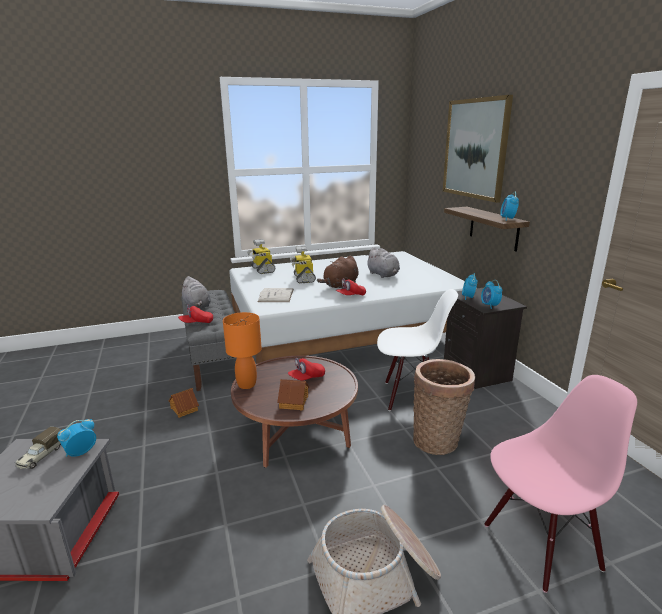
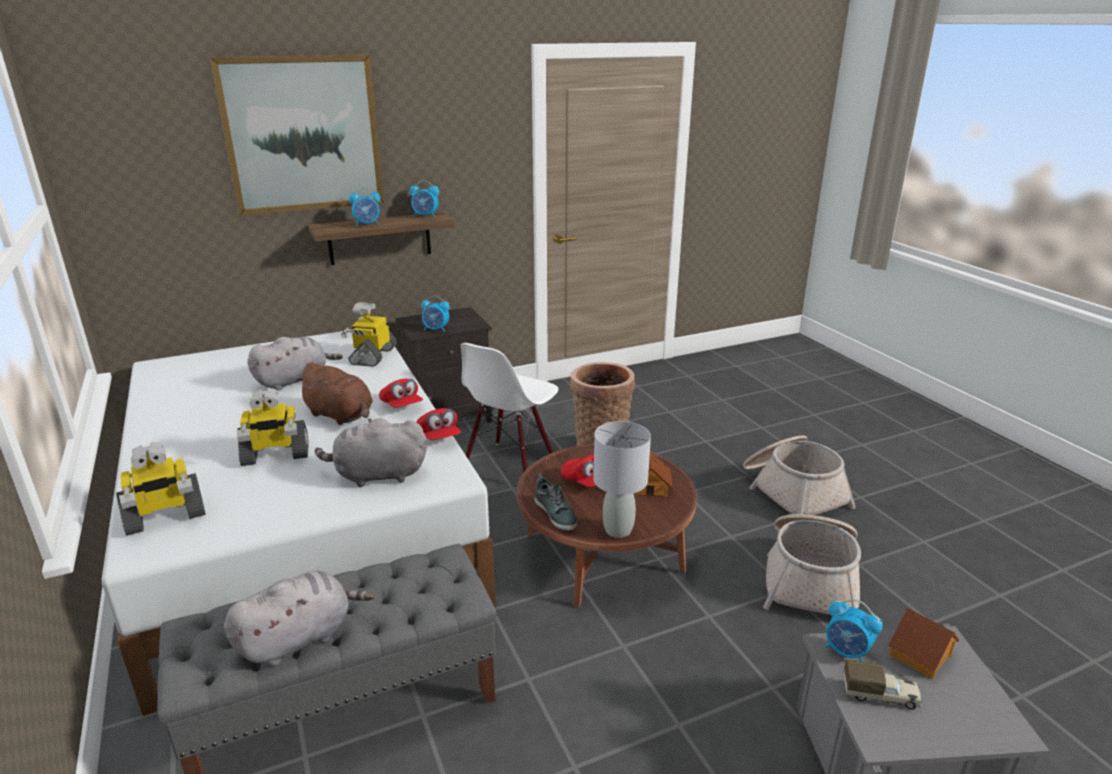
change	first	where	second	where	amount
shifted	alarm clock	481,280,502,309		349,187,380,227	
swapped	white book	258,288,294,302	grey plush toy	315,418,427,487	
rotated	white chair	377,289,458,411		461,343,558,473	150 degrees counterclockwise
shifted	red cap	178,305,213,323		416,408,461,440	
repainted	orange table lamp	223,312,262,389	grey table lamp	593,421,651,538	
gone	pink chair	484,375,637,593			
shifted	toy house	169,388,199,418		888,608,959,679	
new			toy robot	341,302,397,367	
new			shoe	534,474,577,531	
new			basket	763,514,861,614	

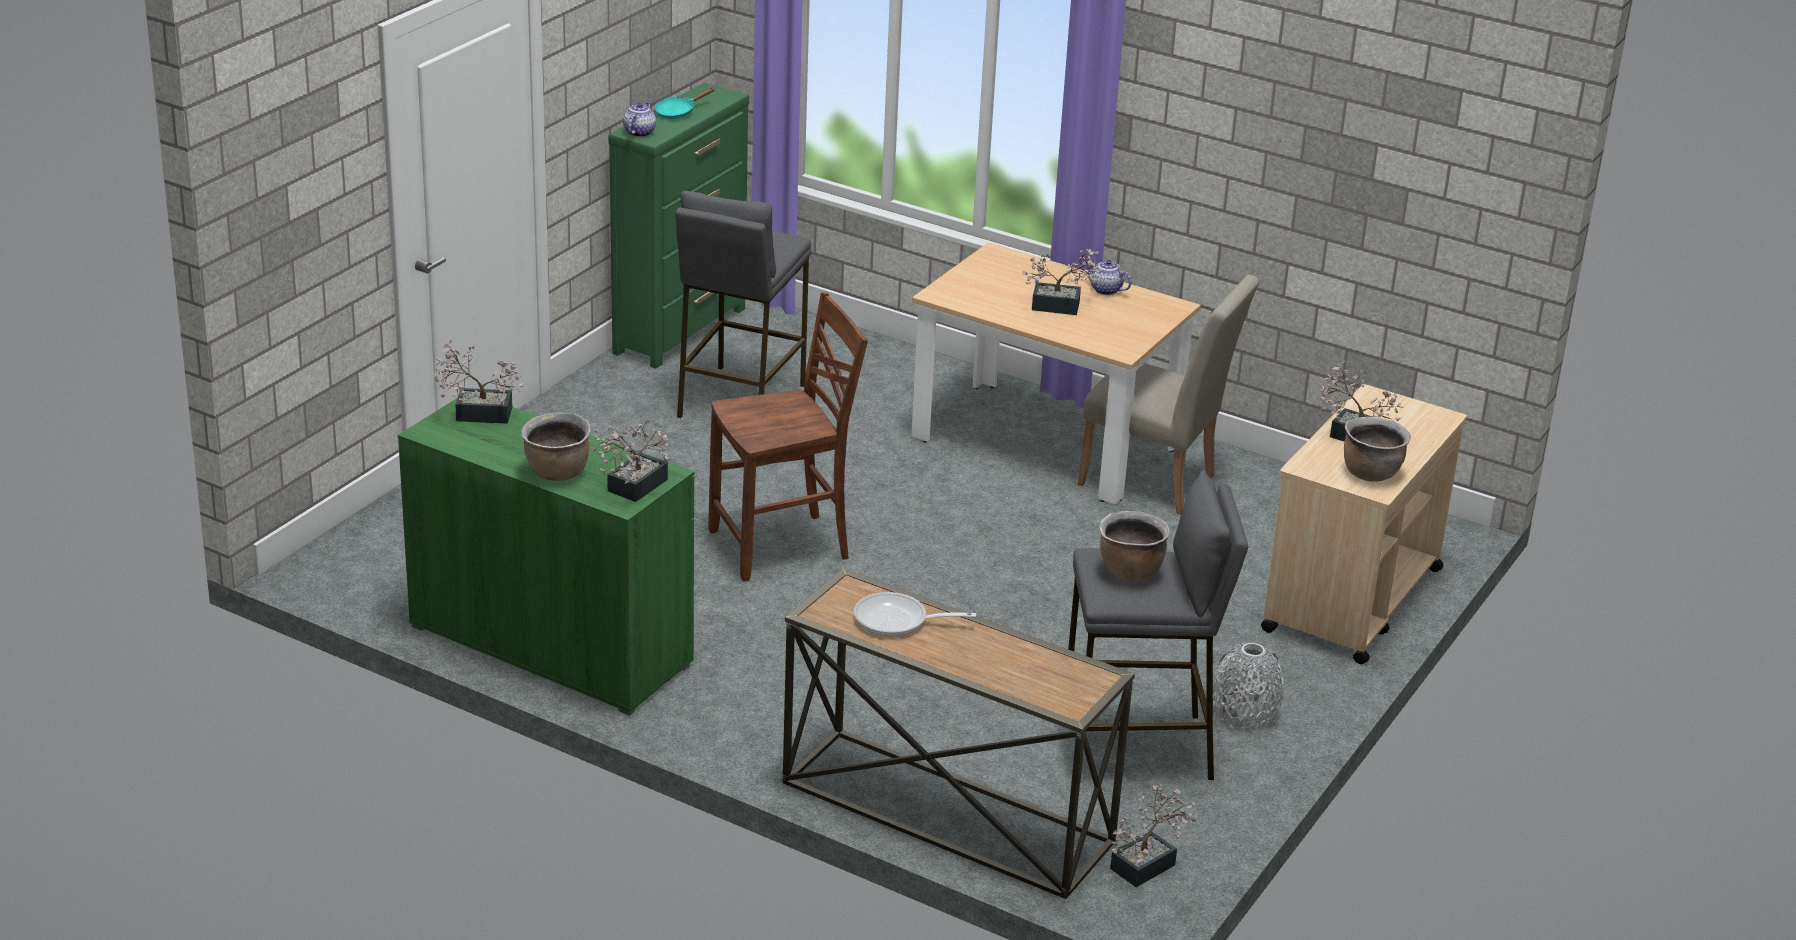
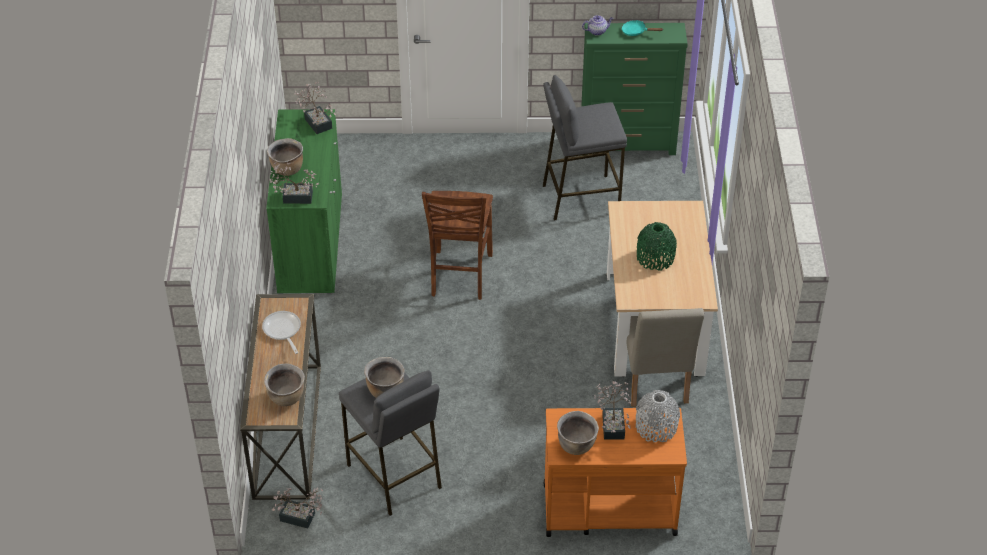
change	first	where	second	where	amount
swapped	potted plant	1022,249,1101,315	green vase	637,222,677,271	
gone	teapot	1085,260,1132,295			
rotated	brown chair	708,292,868,582		422,191,493,300	60 degrees clockwise
repainted	beige cart	1261,384,1467,664	orange cart	544,408,687,537	
shifted	grey vase	1213,642,1284,730		636,390,680,442	
new			brown cooking pot	264,363,305,406	

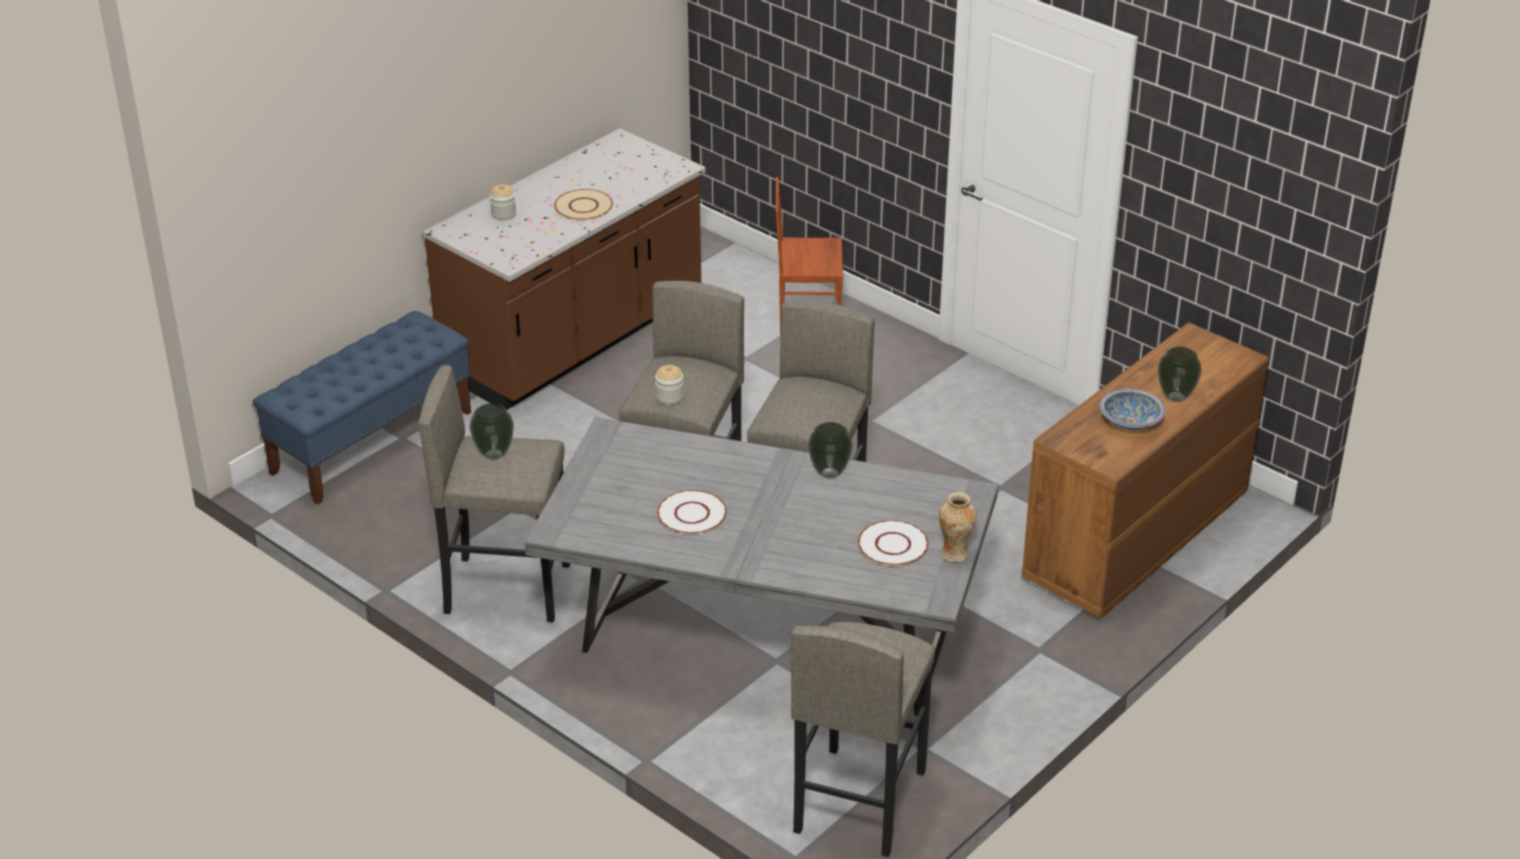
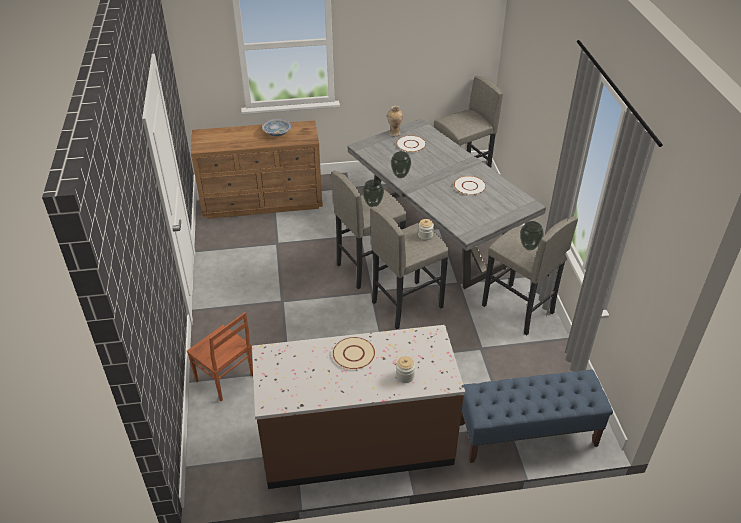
change	first	where	second	where	amount
shifted	vase	1158,347,1202,402		362,179,384,207	

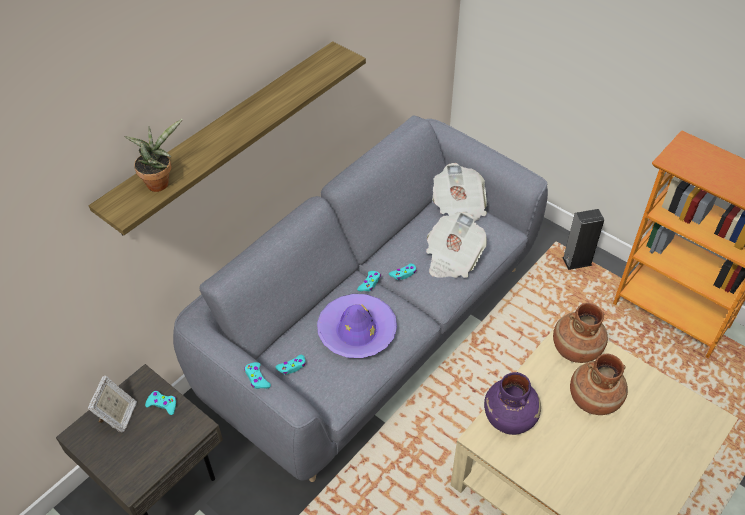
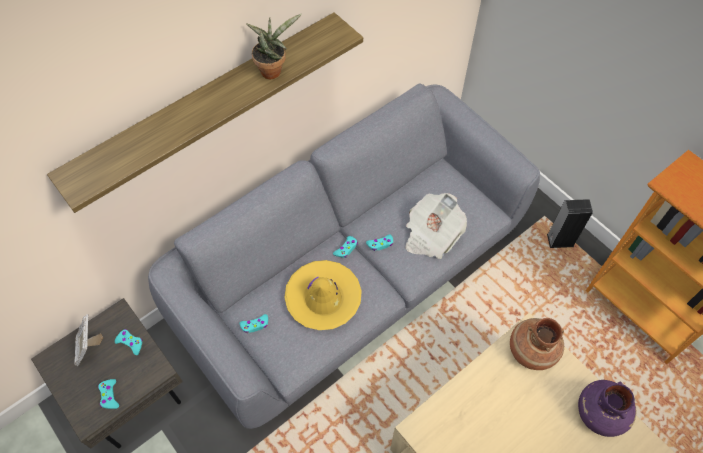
change	first	where	second	where	amount
shifted	potted plant	125,119,183,192		246,14,302,79	
gone	newspaper	432,163,487,221			
repainted	purple hat	317,294,397,358	yellow hat	284,260,362,330	
gone	brown vase	570,354,628,415			
shifted	turquoise game controller	244,362,271,389		98,379,119,409	
shifted	purple vase	484,372,541,435		578,380,636,437	
rotated	picture frame	88,375,137,433		74,314,103,366	150 degrees clockwise

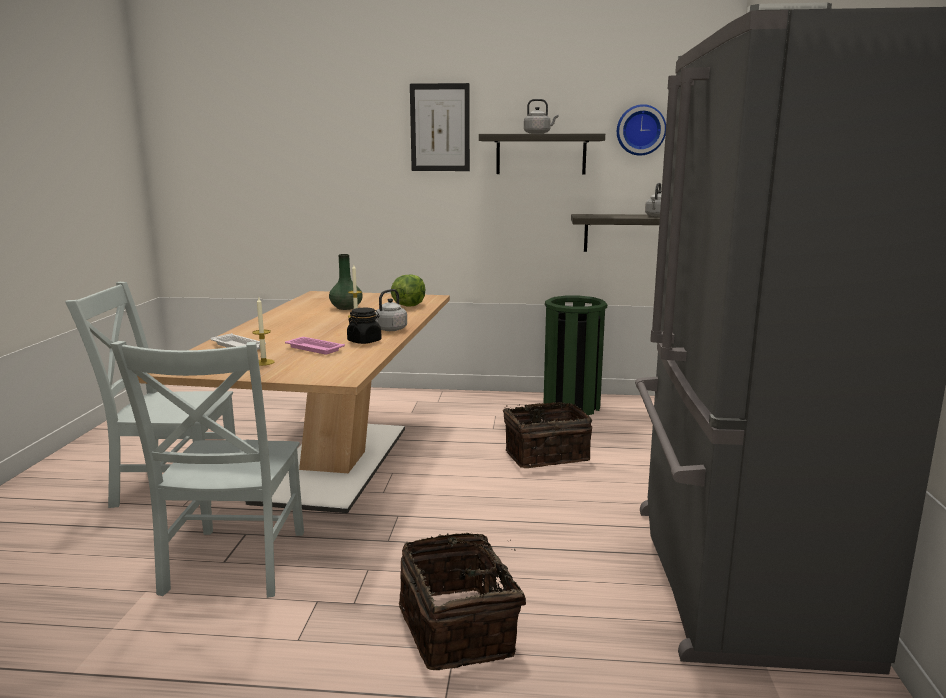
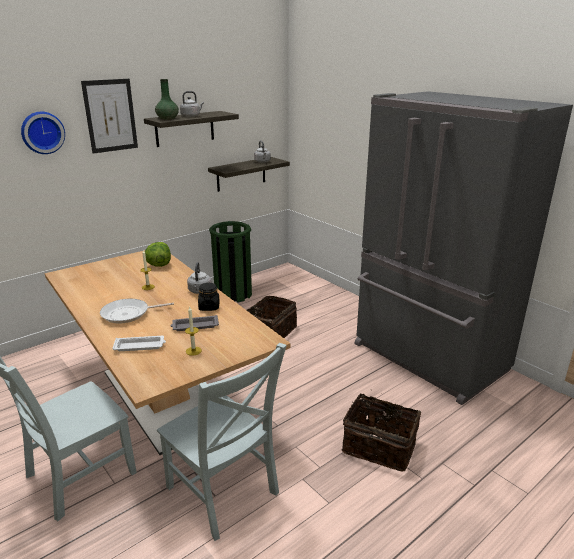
change	first	where	second	where	amount
shifted	wall clock	617,104,666,156		21,112,65,154	
shifted	green vase	329,254,363,310		155,79,179,120	
repainted	pink tray	285,337,345,354	grey tray	170,315,219,331	
new			frying pan	100,299,174,324	

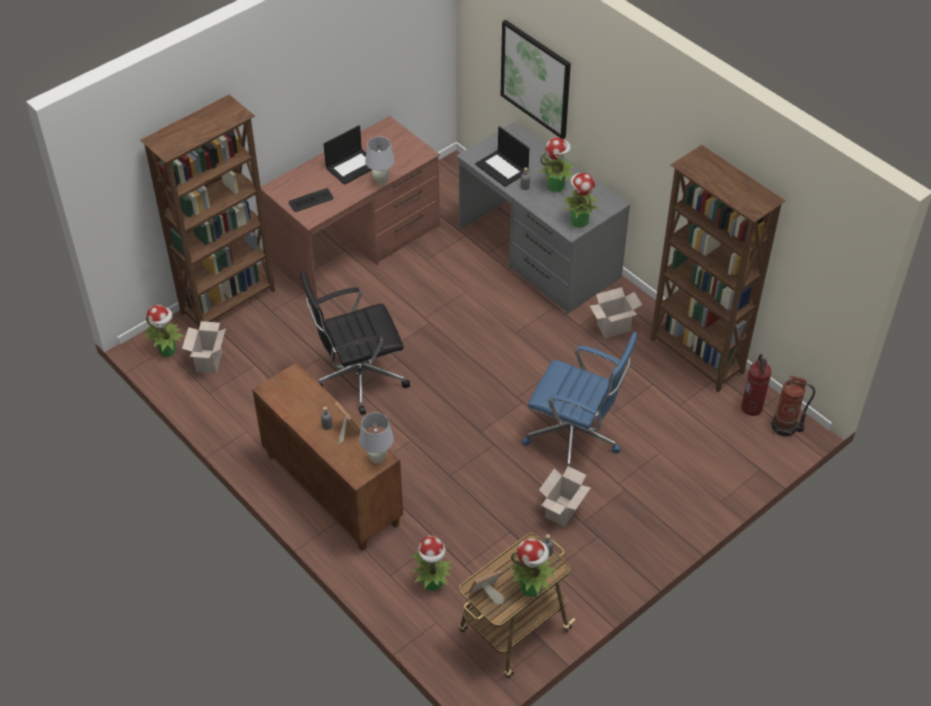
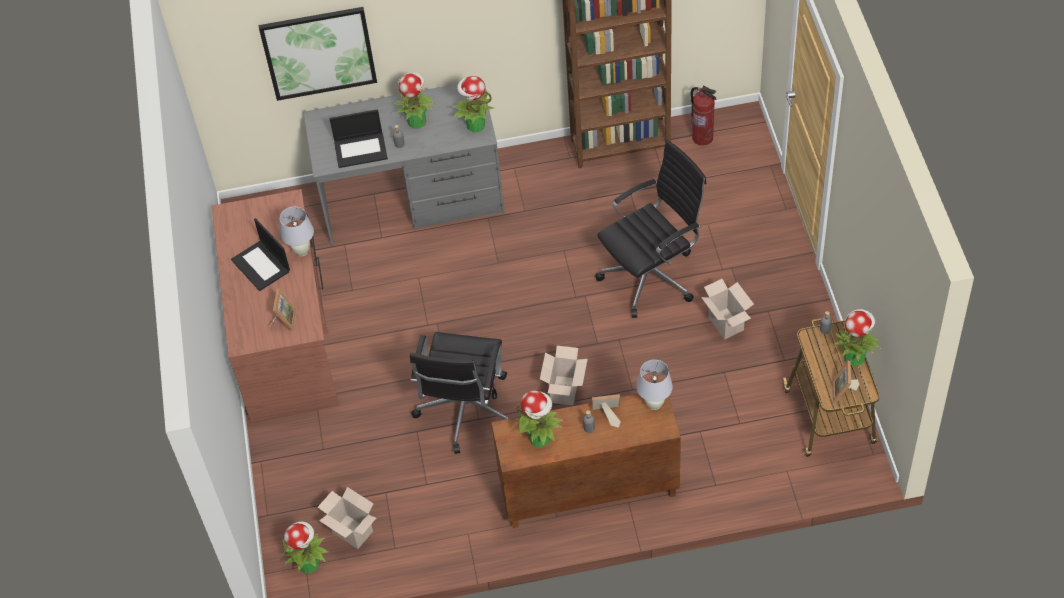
change	first	where	second	where	amount
gone	brown bookcase	140,95,275,327			
rotated	laptop	323,125,372,185		231,218,290,291	150 degrees clockwise
swapped	keyboard	289,188,333,212	picture frame	268,289,297,331	
shifted	cardboard box	590,287,642,338		540,346,588,405	
repainted	blue office chair	521,332,637,469	black office chair	595,140,707,318	
gone	fire extinguisher	771,376,815,437			
shifted	potted plant	411,536,452,591		516,391,563,447	

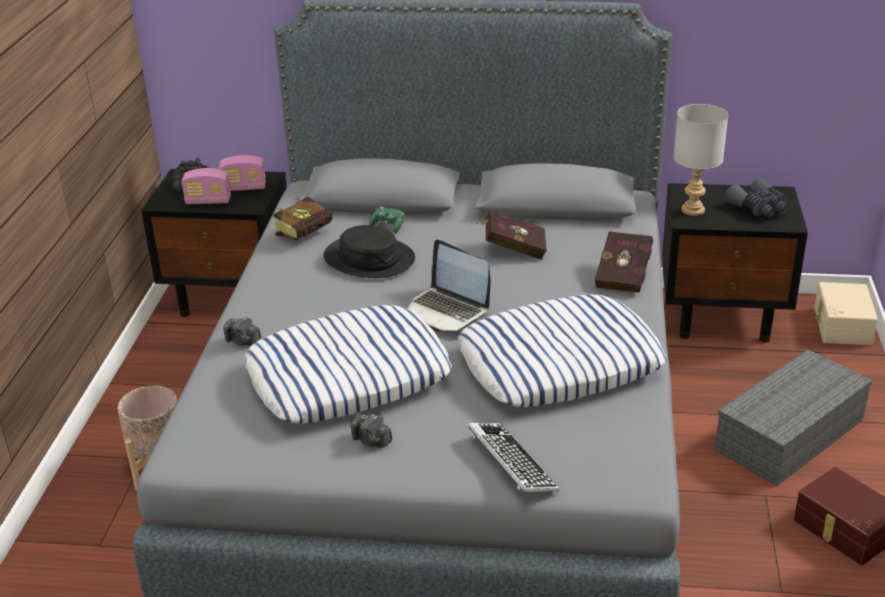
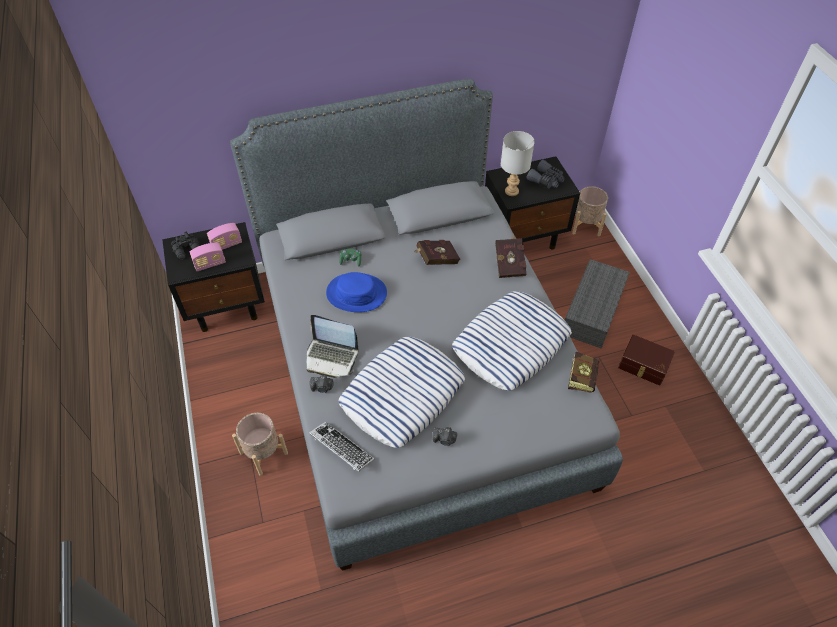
change	first	where	second	where	amount
shifted	book	274,196,332,240		568,352,599,393	
repainted	black hat	324,225,415,278	blue hat	326,272,387,312	
shifted	laptop	407,240,491,331		306,315,358,378	
swapped	beige storage box	814,282,878,345	beige planter	572,186,608,236	
shifted	keyboard	468,423,559,492		309,421,374,472	

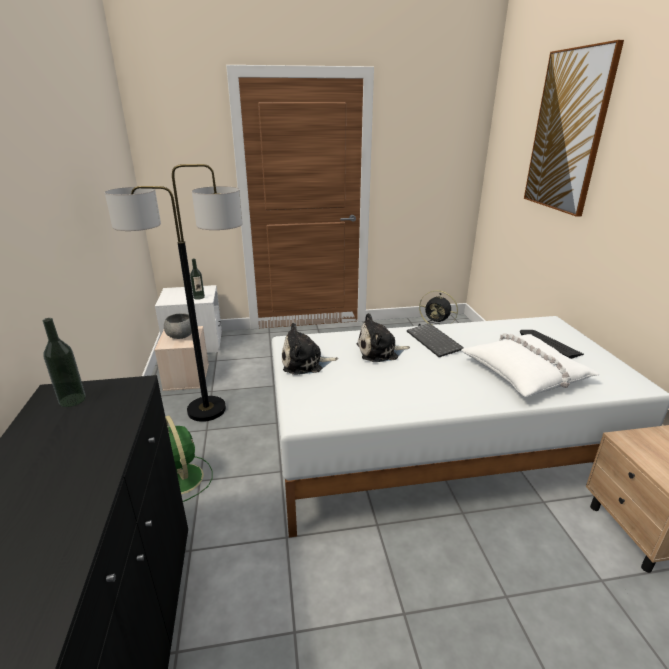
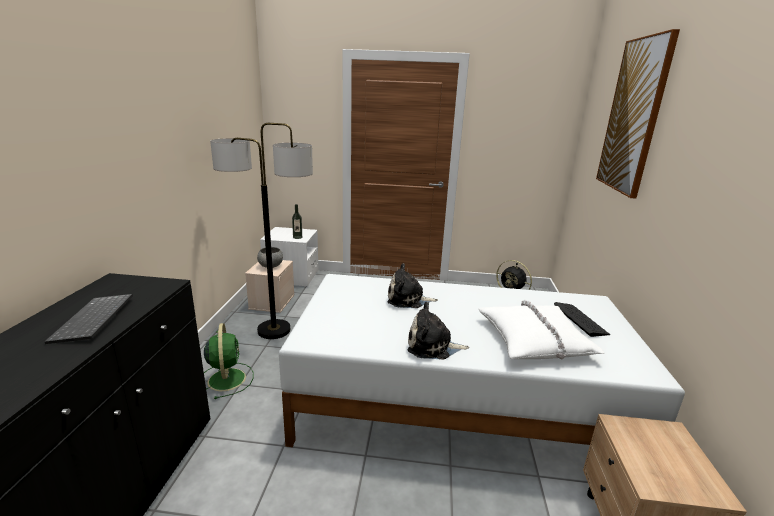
change	first	where	second	where	amount
gone	bottle	42,318,86,407			
shifted	plush toy	282,323,338,375		408,302,469,360	
shifted	keyboard	407,323,464,357		44,294,133,344	

